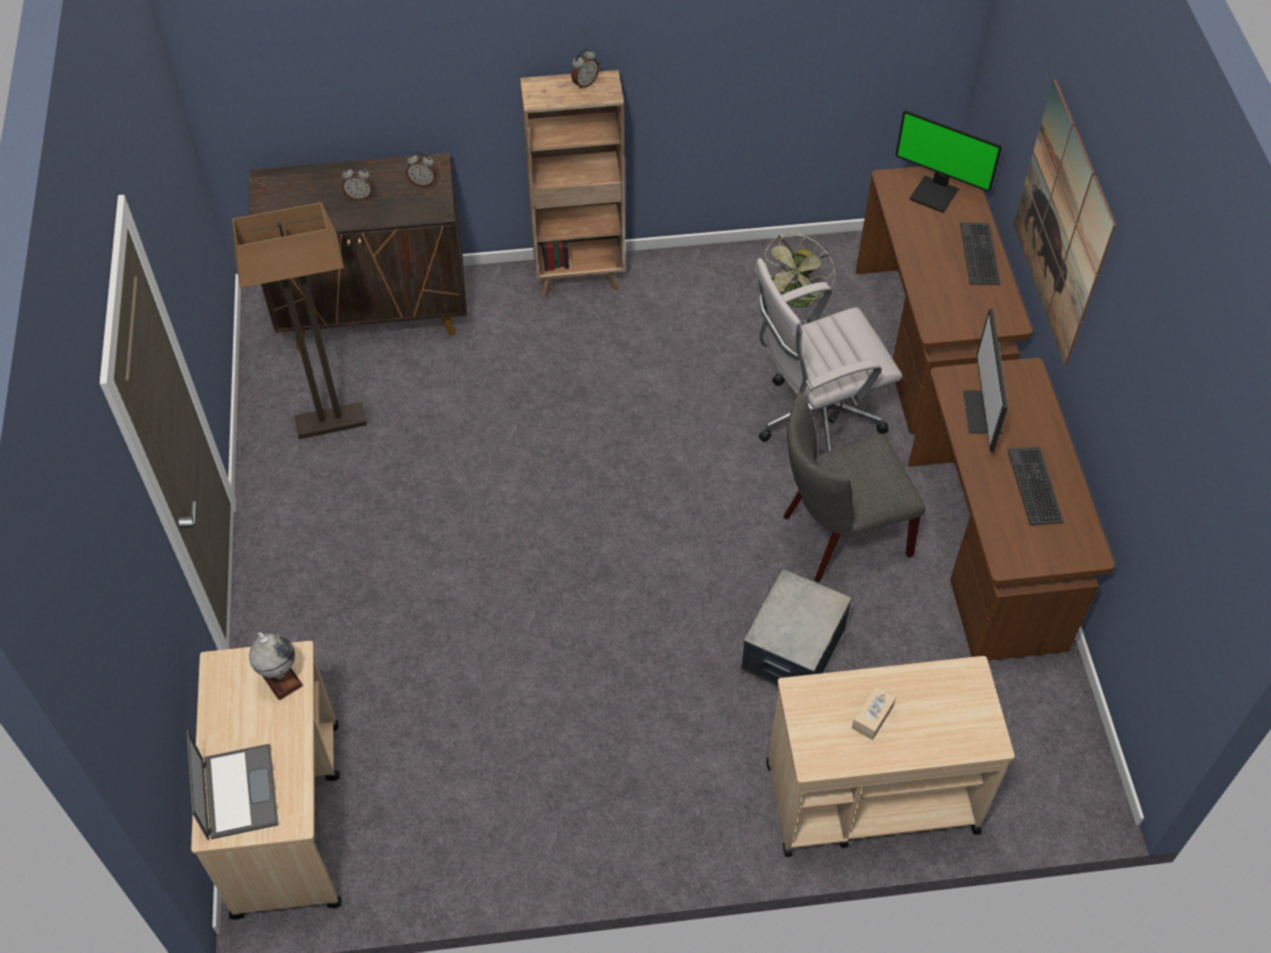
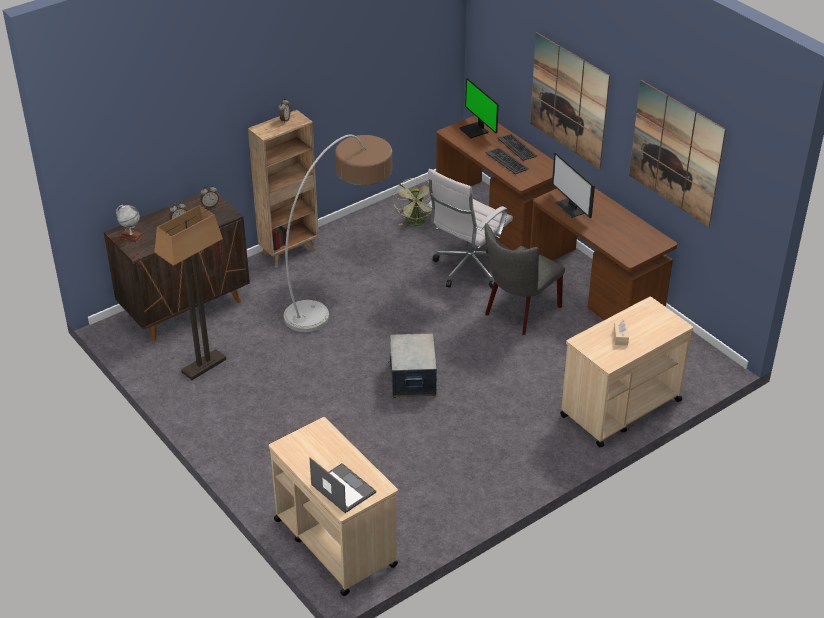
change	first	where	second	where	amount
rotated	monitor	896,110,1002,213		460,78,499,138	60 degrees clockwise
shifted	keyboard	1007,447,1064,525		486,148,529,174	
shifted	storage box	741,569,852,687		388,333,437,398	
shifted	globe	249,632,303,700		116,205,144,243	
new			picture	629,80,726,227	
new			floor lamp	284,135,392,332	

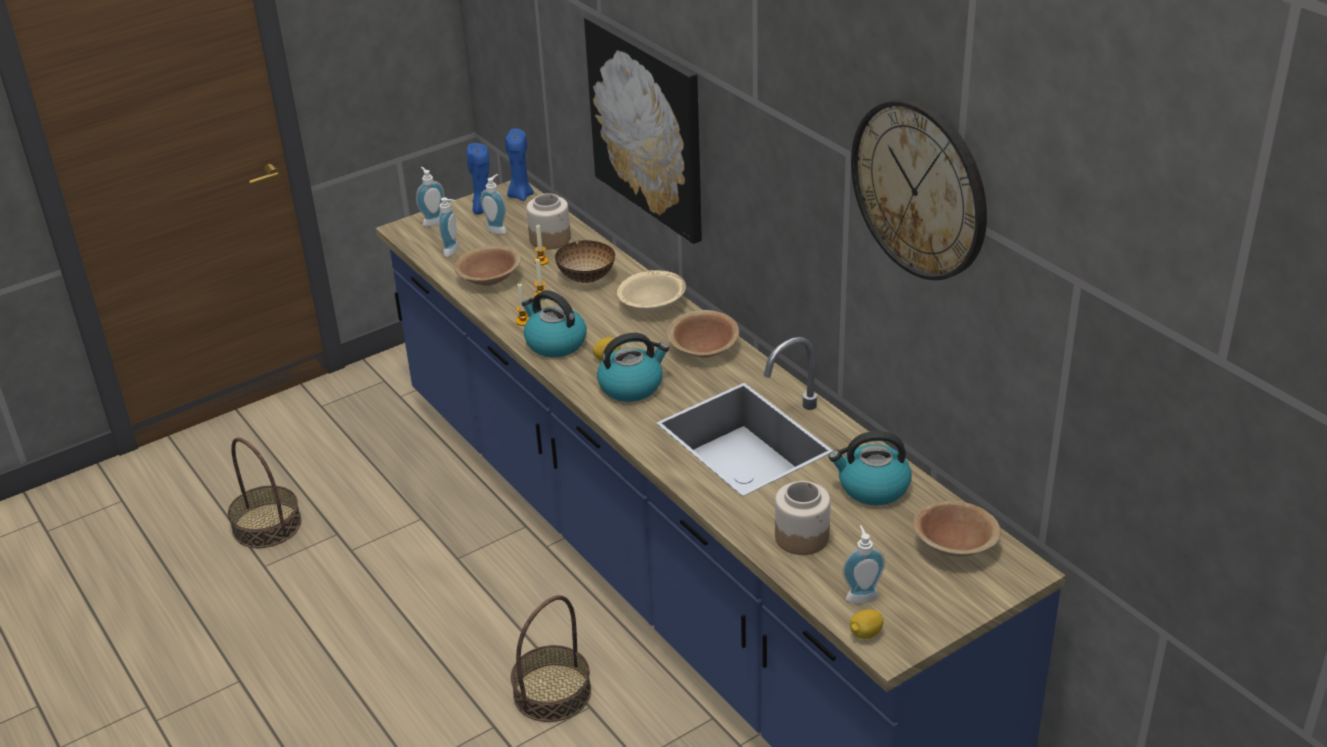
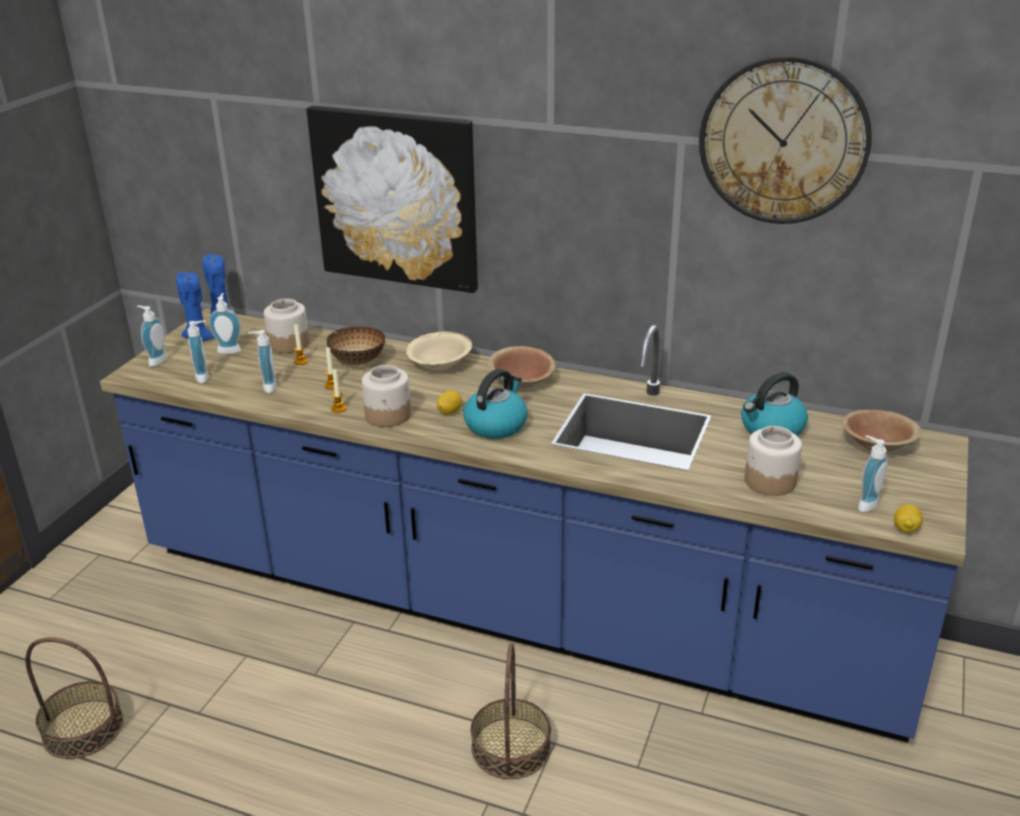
change	first	where	second	where	amount
swapped	brown bowl	455,245,521,286	soap dispenser	248,330,277,393	
swapped	kettle	521,290,587,357	jar	362,365,411,427	

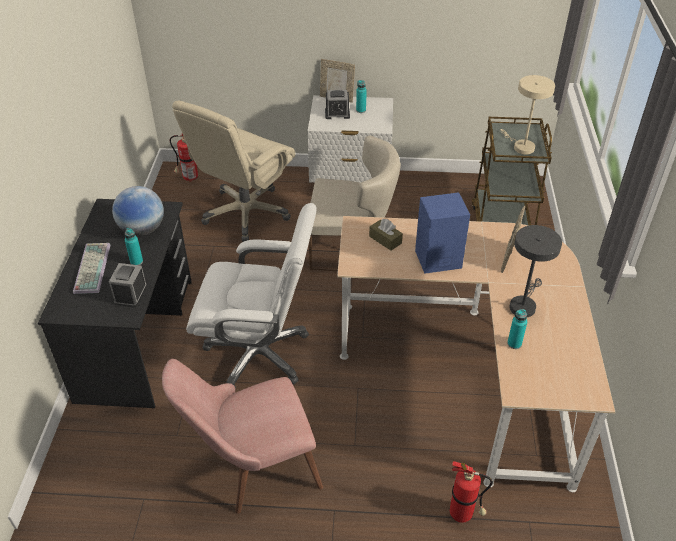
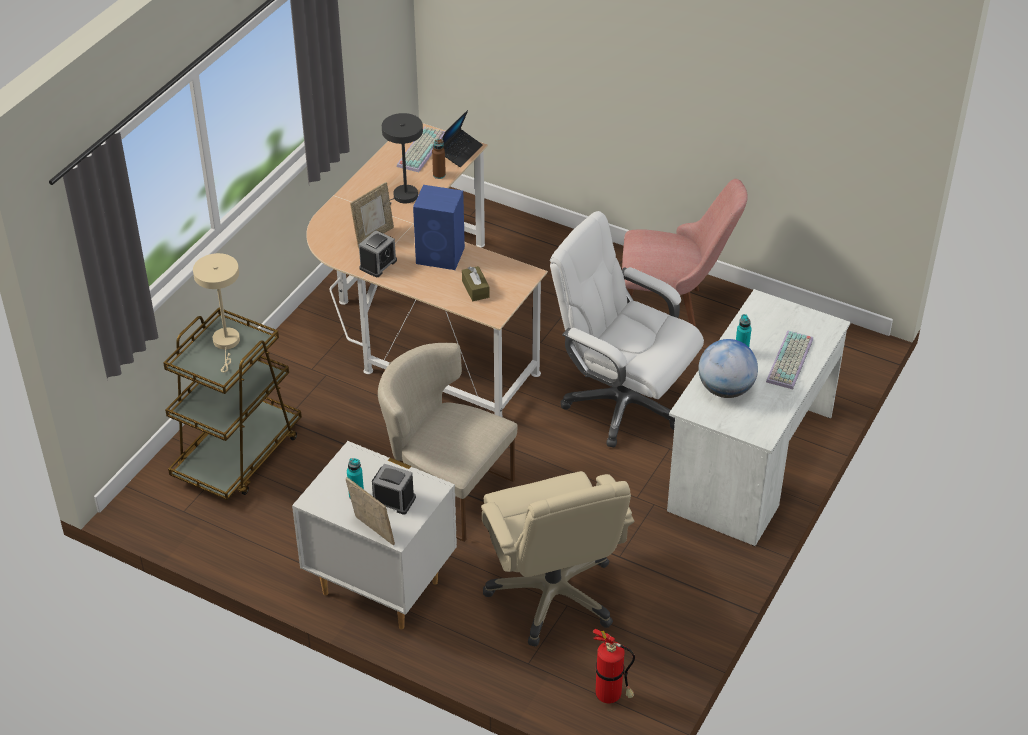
change	first	where	second	where	amount
rotated	beige office chair	172,101,295,242		481,471,635,647	105 degrees clockwise
repainted	black desk	38,199,192,408	white desk	667,289,851,546	
shifted	alarm clock	109,263,147,307		359,230,397,277	
repainted	turquoise bottle	507,309,527,349	brown bottle	432,139,446,179	
gone	fire extinguisher	450,461,493,523			
new			laptop	442,110,483,167	
new			keyboard	397,127,445,172	

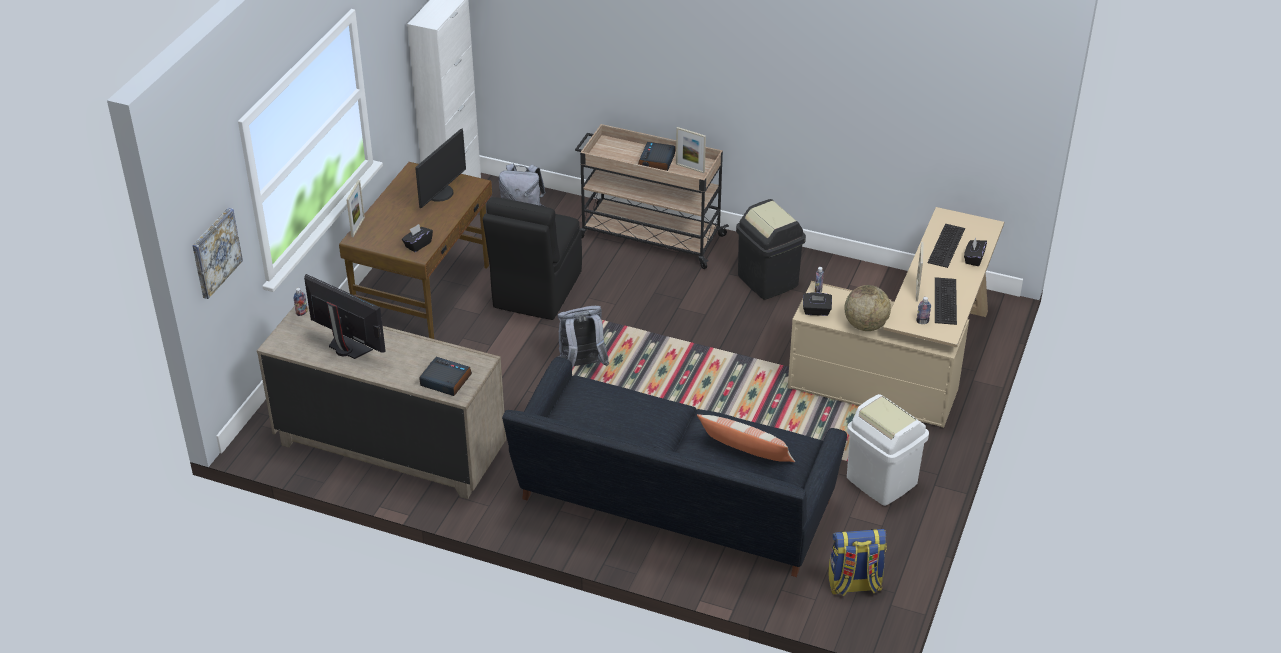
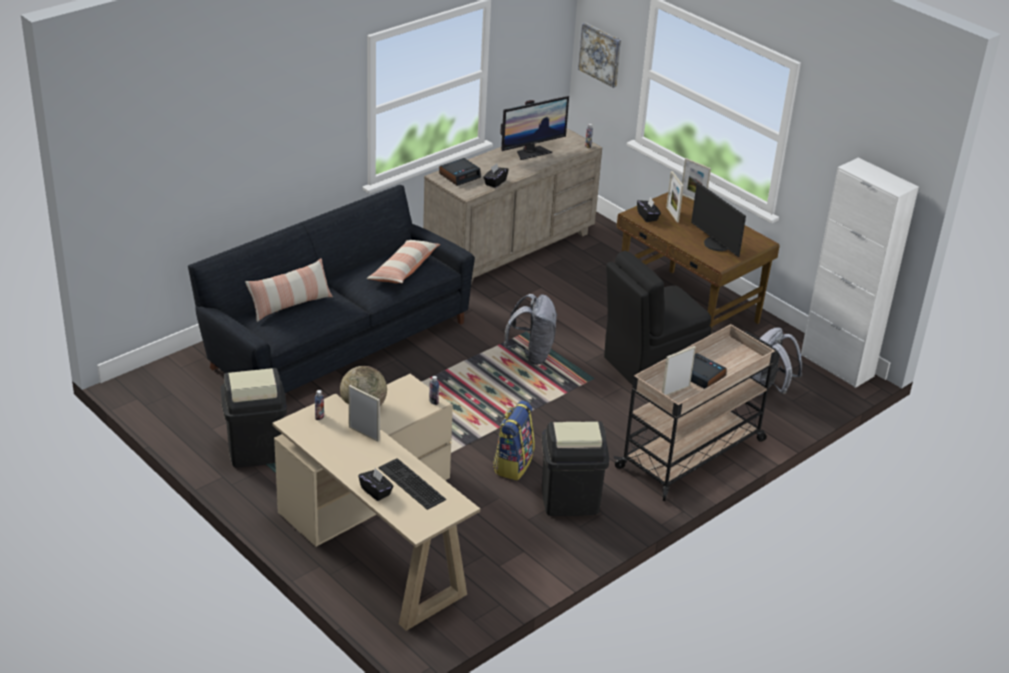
change	first	where	second	where	amount
rotated	black chair	483,197,582,320		604,251,712,385	75 degrees counterclockwise
gone	keyboard	935,277,957,325			
shifted	black tissue box	803,293,832,316		483,164,508,188	
repainted	white trash can	847,394,929,506	black trash can	221,368,287,468	
shifted	backpack	828,529,887,596		493,401,535,481	
new			picture frame	666,171,684,222	
new			pillow	367,240,440,283	

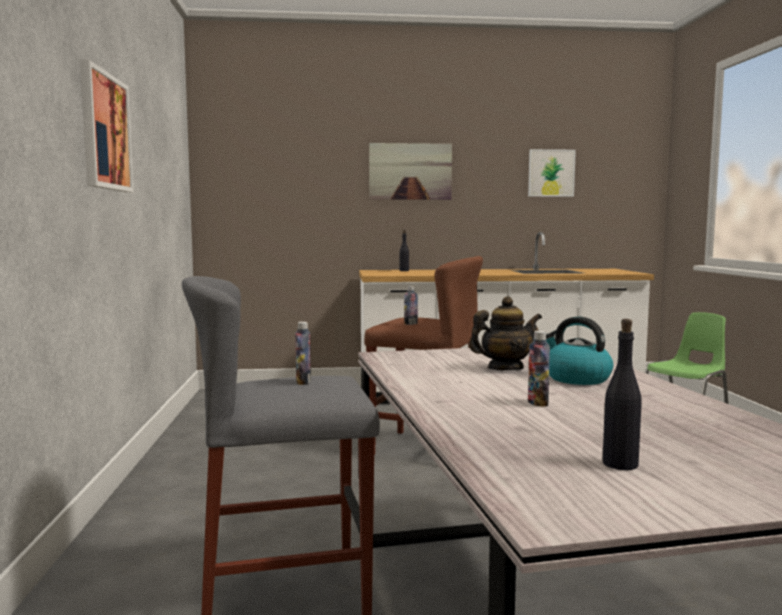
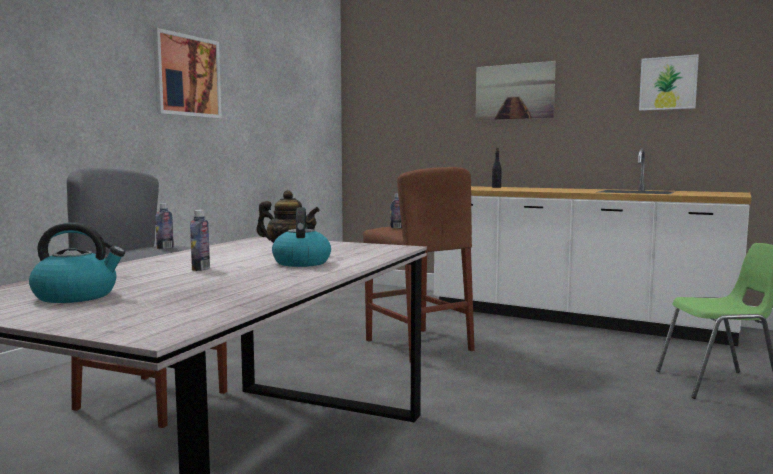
change	first	where	second	where	amount
swapped	black bottle	603,319,642,470	kettle	29,222,125,303	

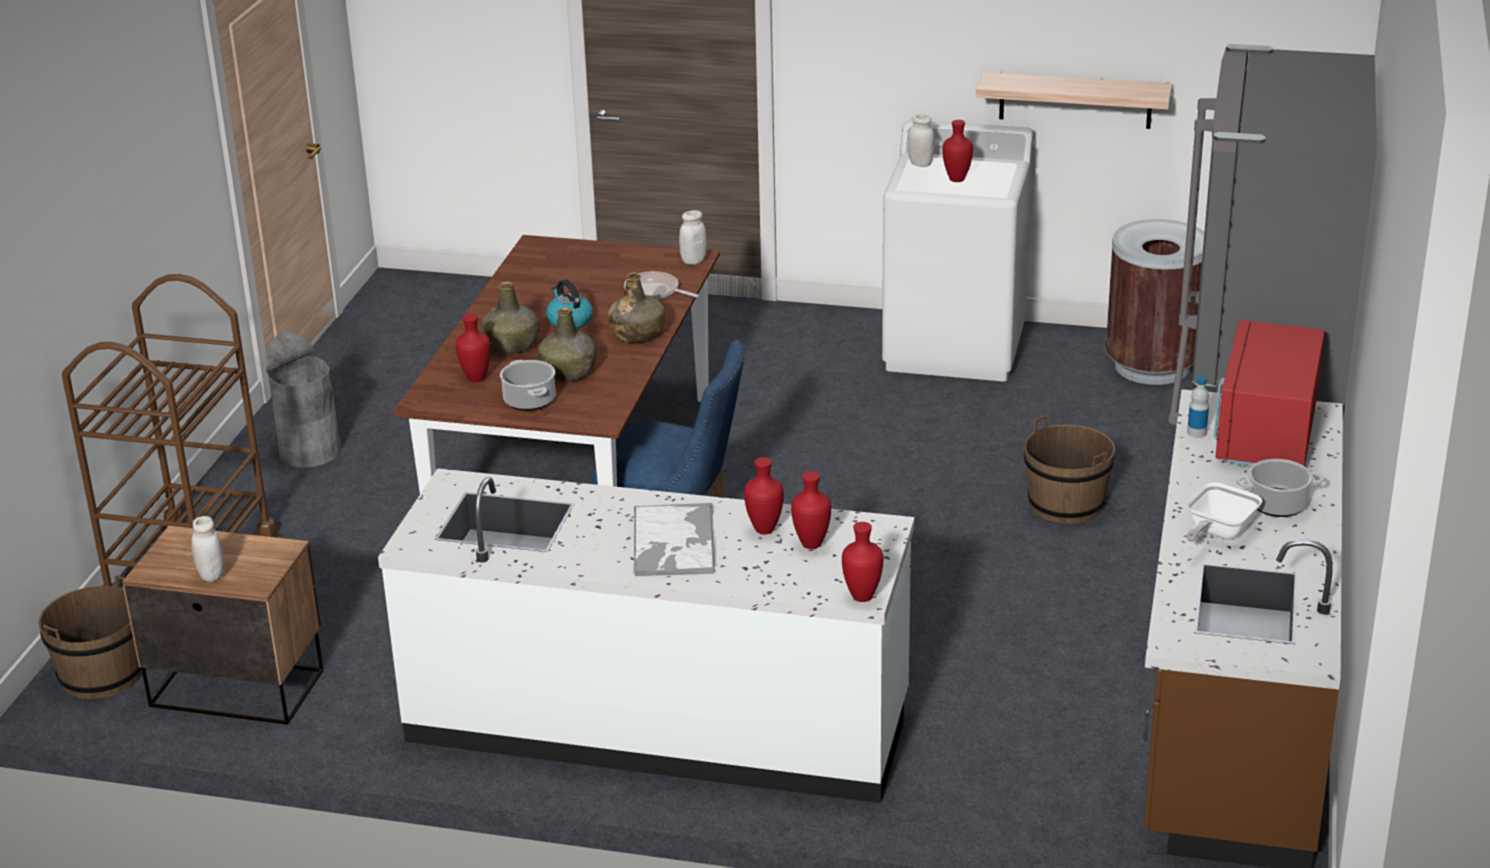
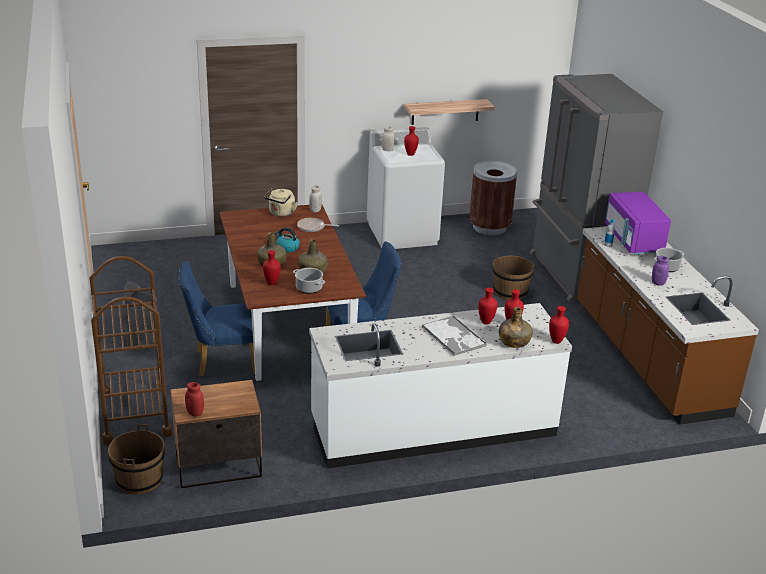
change	first	where	second	where	amount
shifted	green bottle	607,272,665,343		499,307,533,348	
repainted	red microwave	1214,320,1325,468	purple microwave	605,192,671,255	
swapped	frying pan	1187,482,1263,542	purple jar	652,256,669,286	
gone	white jar	191,516,224,582			
new			beige kettle	264,188,298,217	
new			blue chair	179,261,255,377	
new			red jar	185,382,204,416	

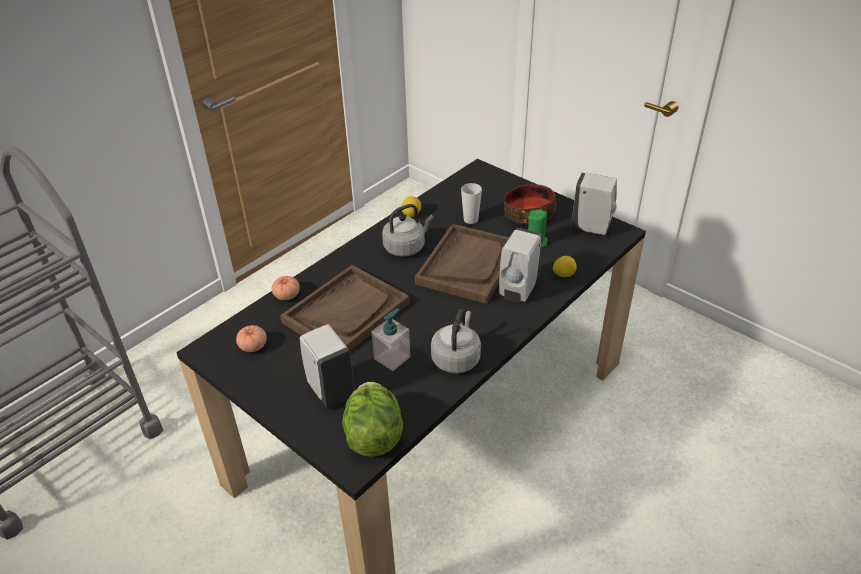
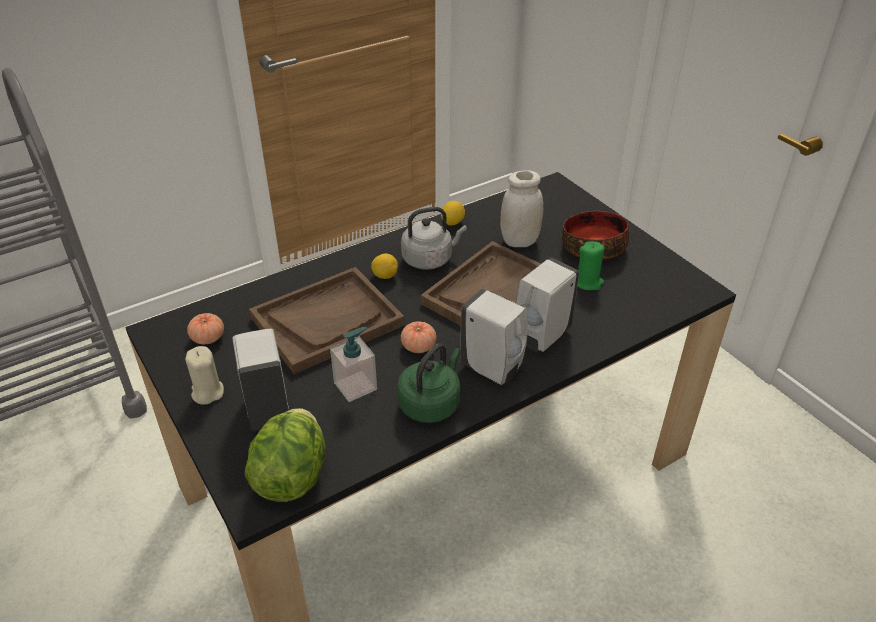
change	first	where	second	where	amount
shifted	white soap dispenser	571,173,617,235		460,289,528,385	
swapped	cup	461,183,482,224	white jar	500,170,543,247	
shifted	lemon	553,256,577,277		371,253,398,279	
shifted	tomato	272,276,300,300		401,321,436,353	
repainted	grey kettle	431,309,481,373	green kettle	397,343,461,423	
new			beige candle	185,346,224,405	

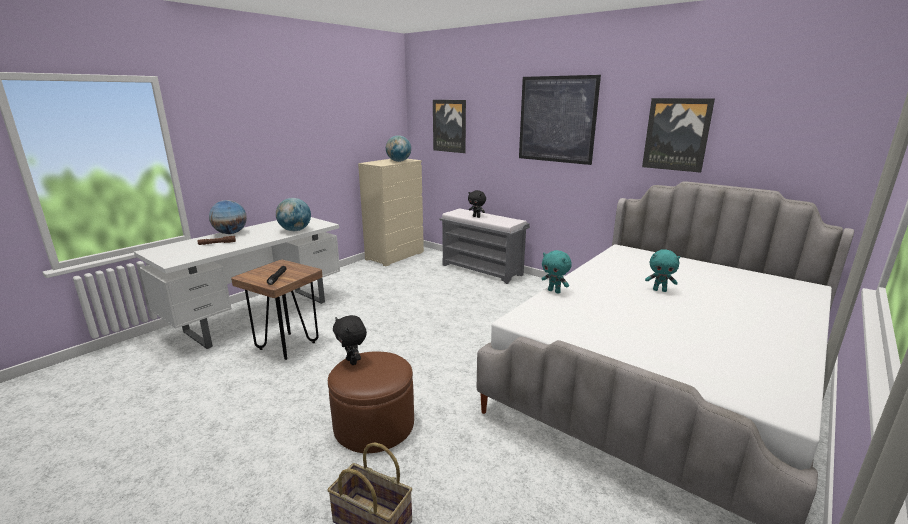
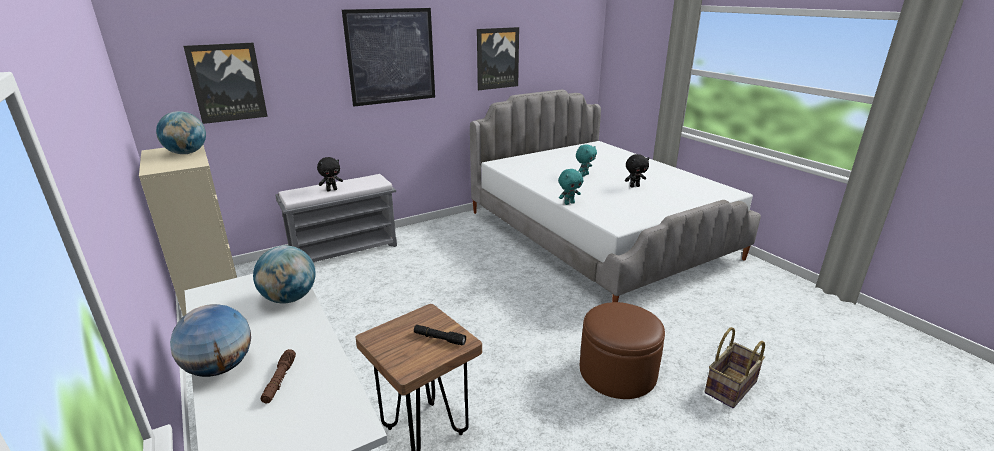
change	first	where	second	where	amount
shifted	black plush toy	333,315,367,365		625,154,649,188	

